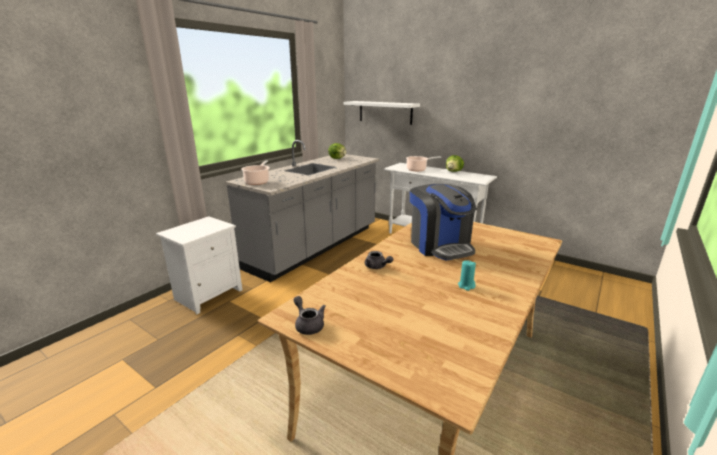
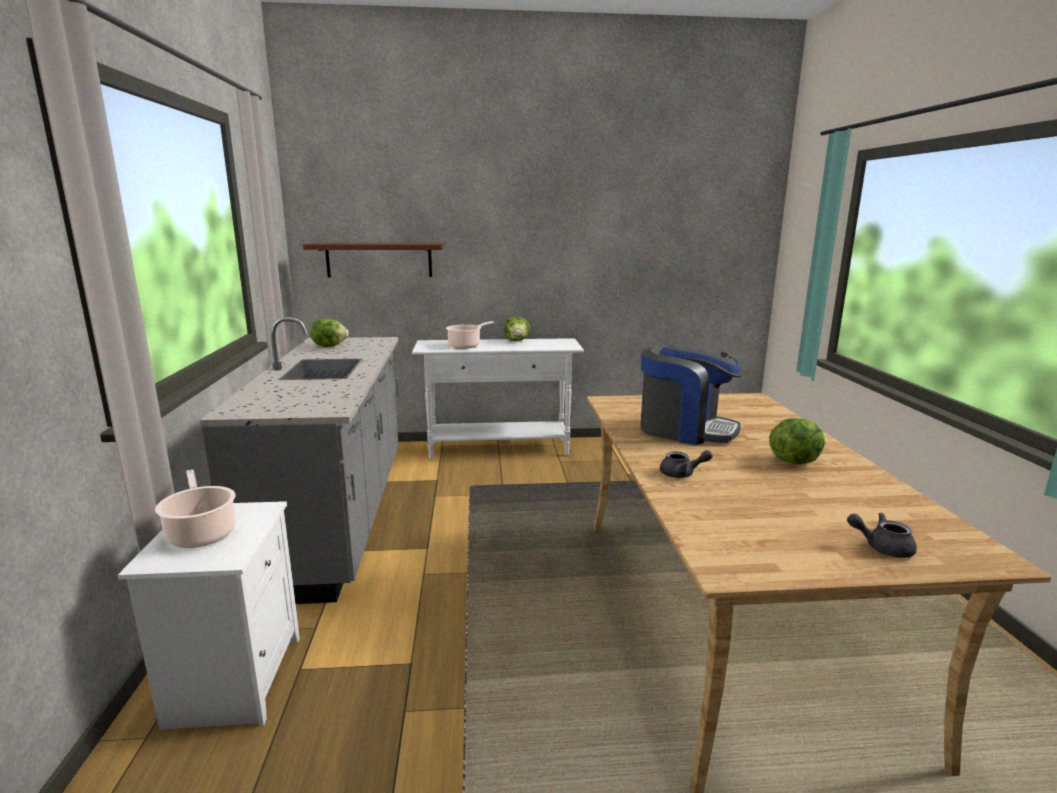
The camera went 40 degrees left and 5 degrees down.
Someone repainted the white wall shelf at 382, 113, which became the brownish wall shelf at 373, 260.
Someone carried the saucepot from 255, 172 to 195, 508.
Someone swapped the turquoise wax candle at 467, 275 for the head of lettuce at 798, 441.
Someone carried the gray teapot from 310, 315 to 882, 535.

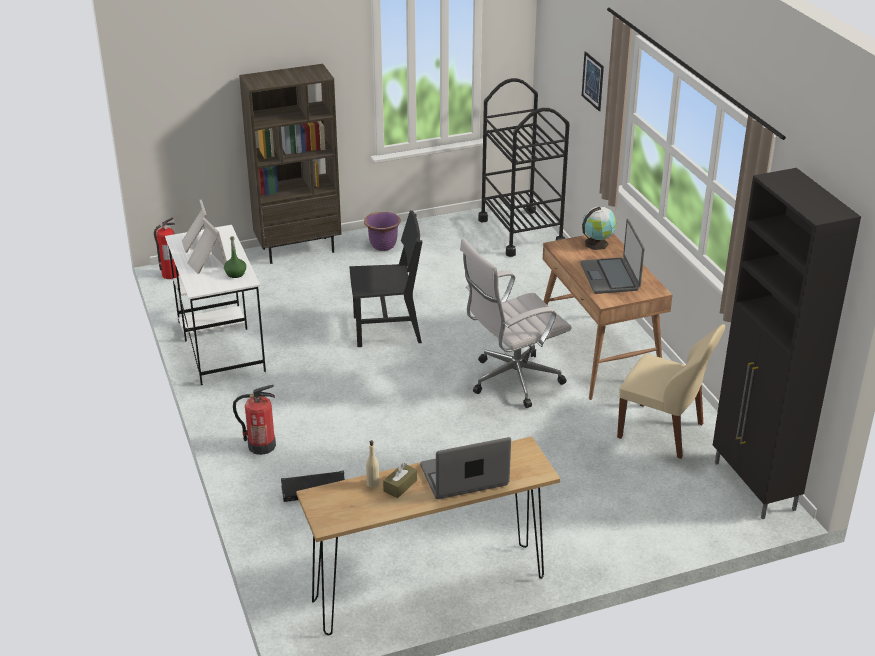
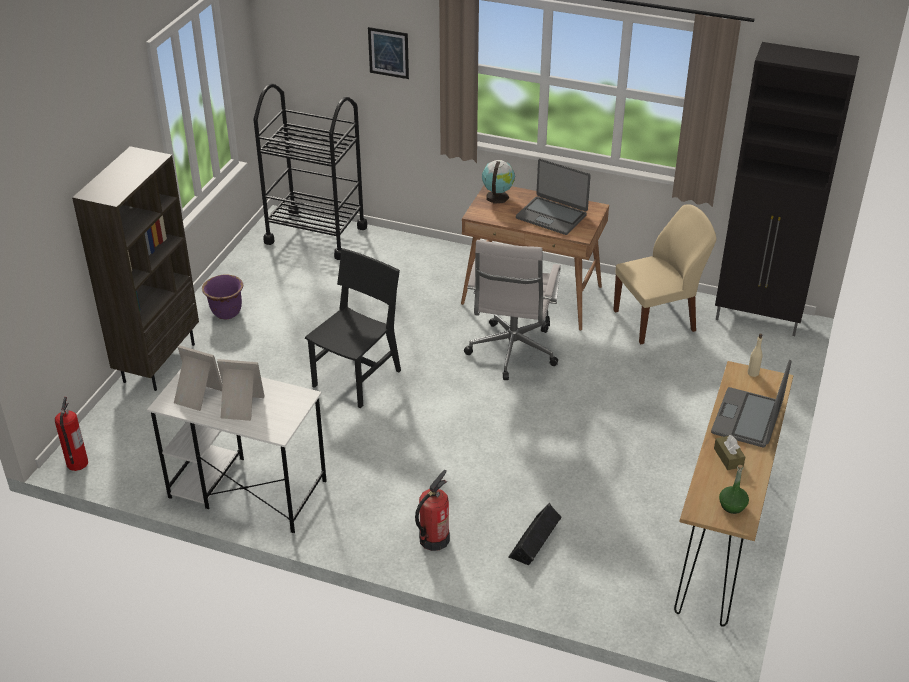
The camera went 50 degrees left and 5 degrees up.
Someone carried the green drink bottle from 235, 257 to 734, 489.
Someone carried the beige drink bottle from 372, 464 to 755, 355.

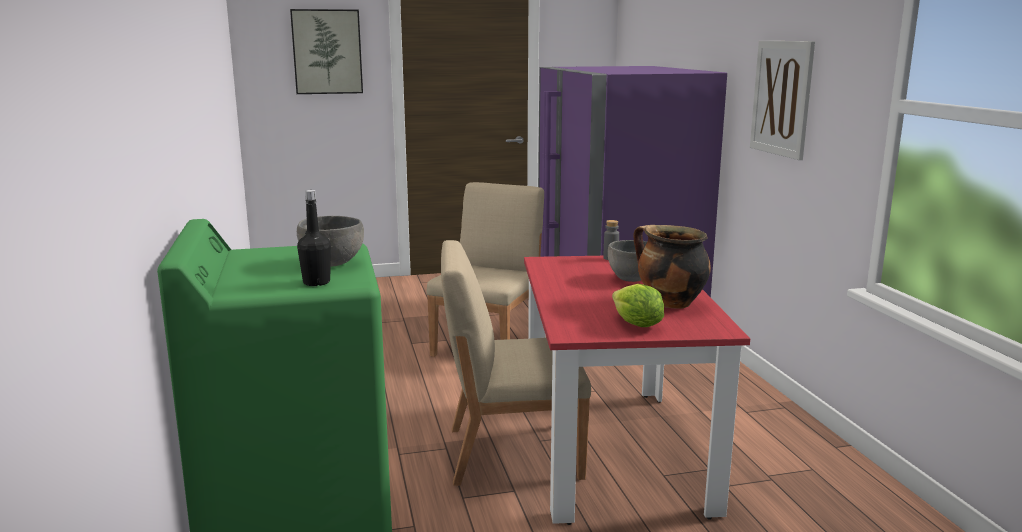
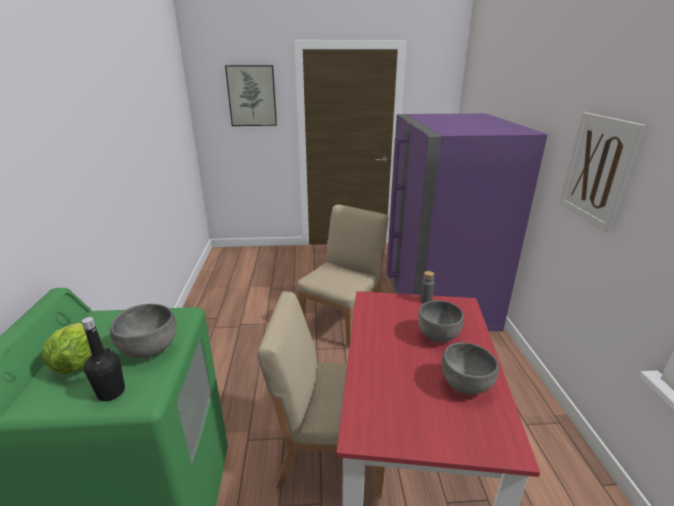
The camera went 10 degrees right and 10 degrees up.
Someone swapped the saucepot at 672, 267 for the gray deep dish at 470, 368.
Someone carried the head of lettuce from 638, 305 to 67, 348.

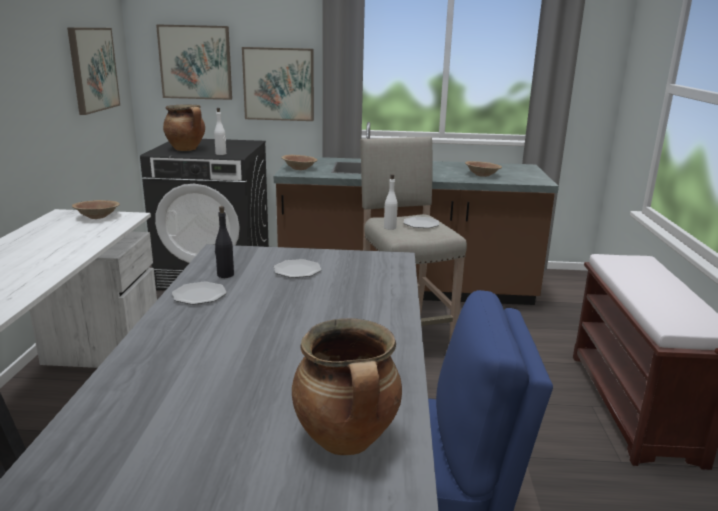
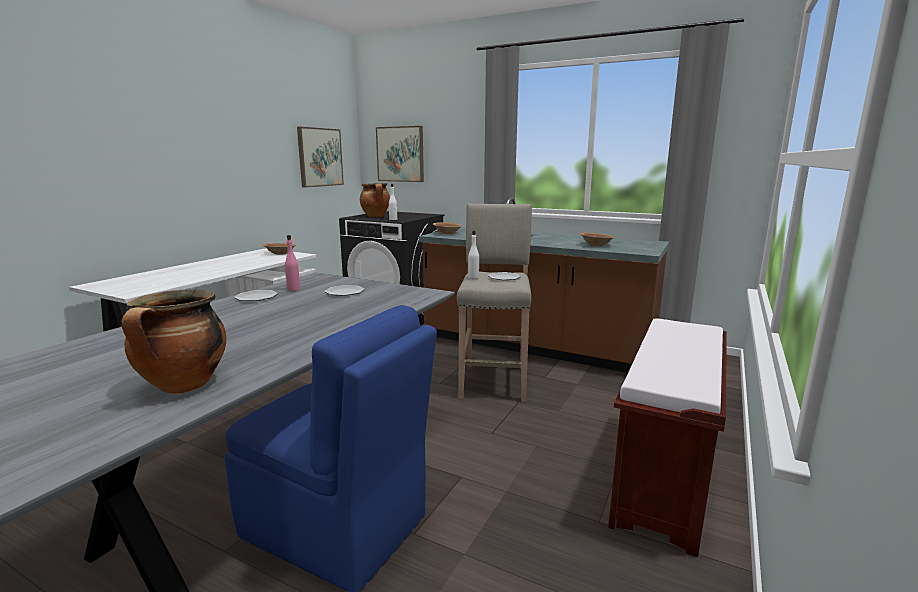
The camera went 25 degrees right and 5 degrees down.
Someone took away the wall picture at 278, 84.
Someone repainted the blackish drink bottle at 224, 242, which became the pink-coloured drink bottle at 292, 263.

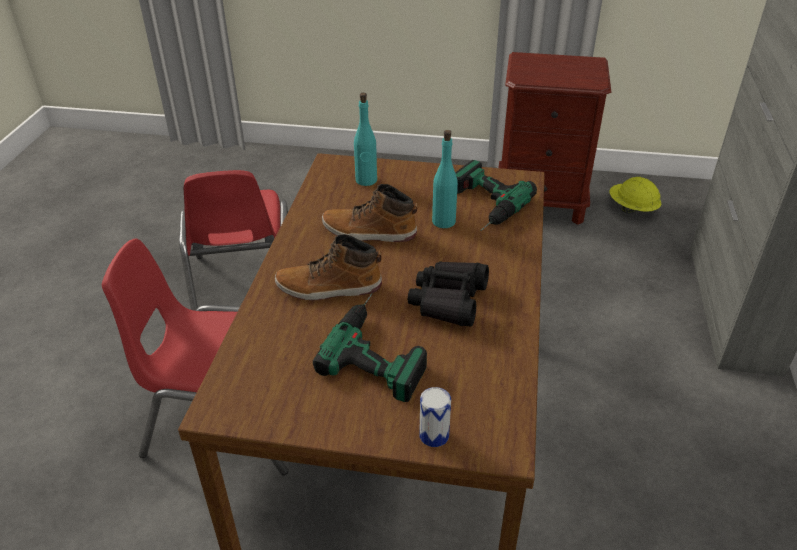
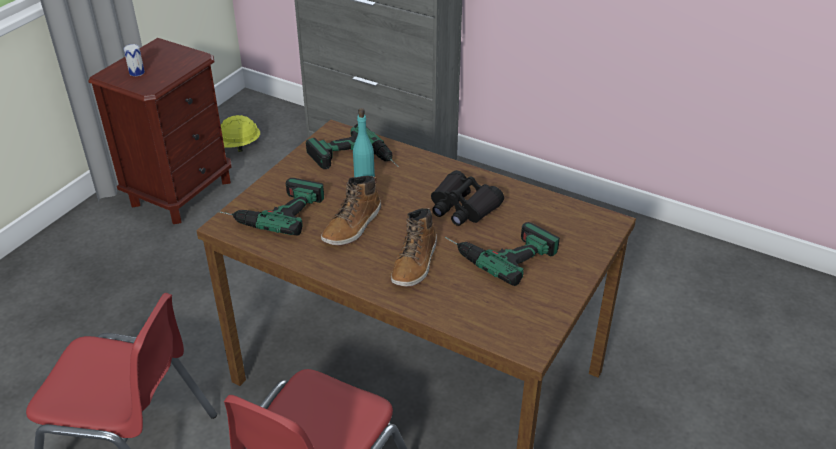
The camera went 70 degrees left and 0 degrees up.
Someone swapped the turquoise drink bottle at 365, 139 for the drill at 271, 207.
Someone carried the metal can from 435, 417 to 134, 60.

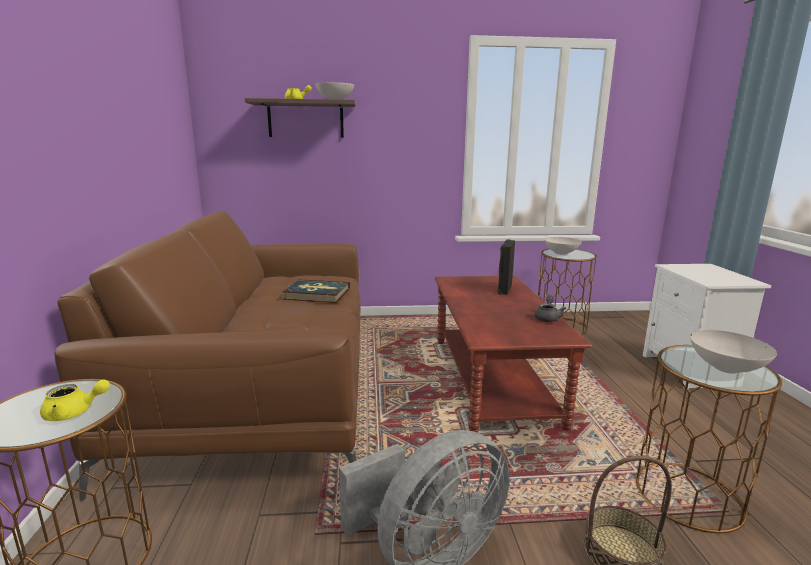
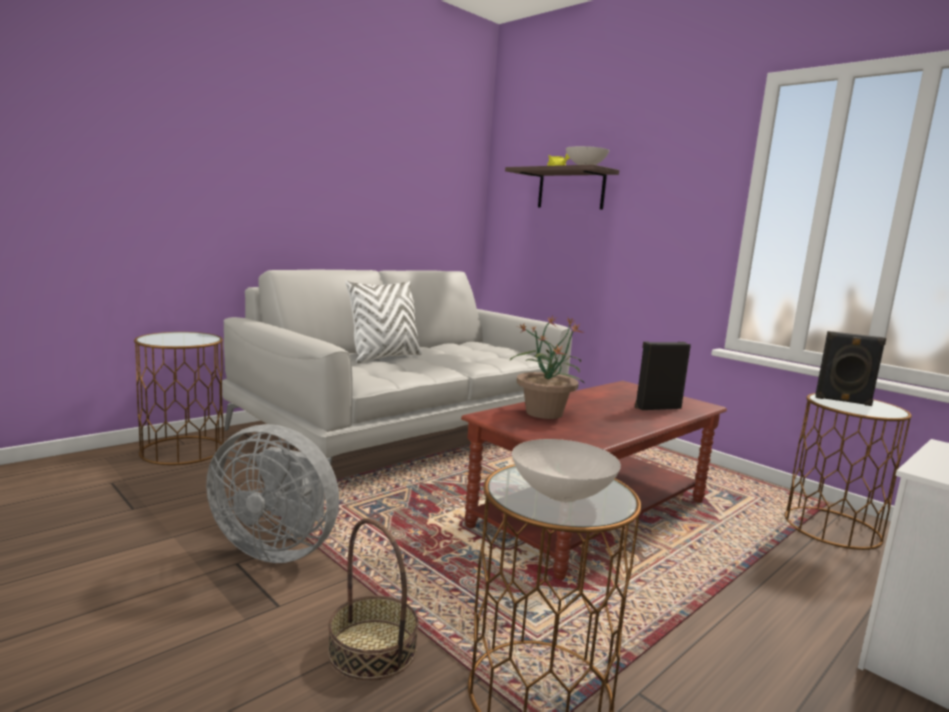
The camera went 50 degrees right and 5 degrees down.
Someone repainted the brownish settee at 207, 356, which became the gray settee at 397, 384.
Someone swapped the white deep dish at 563, 246 for the blackish loudspeaker at 850, 368.
Someone took away the book at 316, 291.
Someone took away the gray teapot at 550, 308.
Someone took away the yellow-coloured teapot at 75, 400.
Someone put down the white pillow at 383, 322.
Someone put down the houseplant at 547, 367.

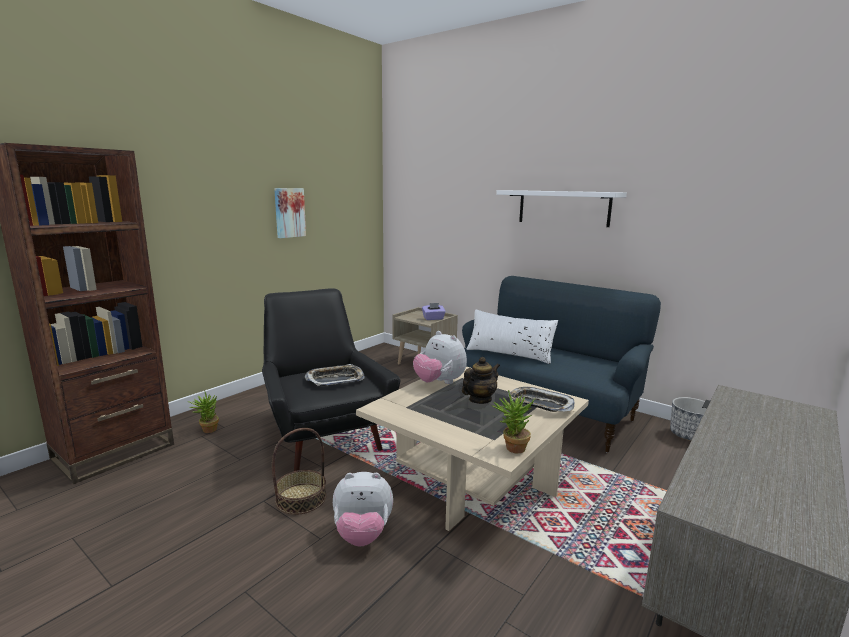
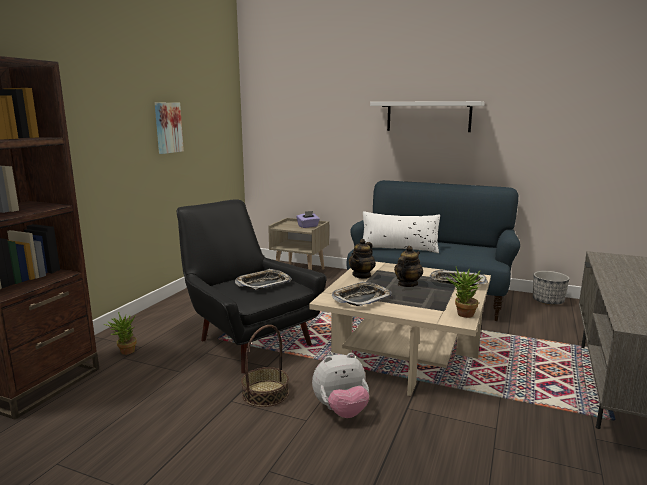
The camera went 15 degrees left and 0 degrees up.
Someone swapped the cuddly toy at 440, 357 for the teapot at 362, 259.
Someone put down the tray at 362, 293.

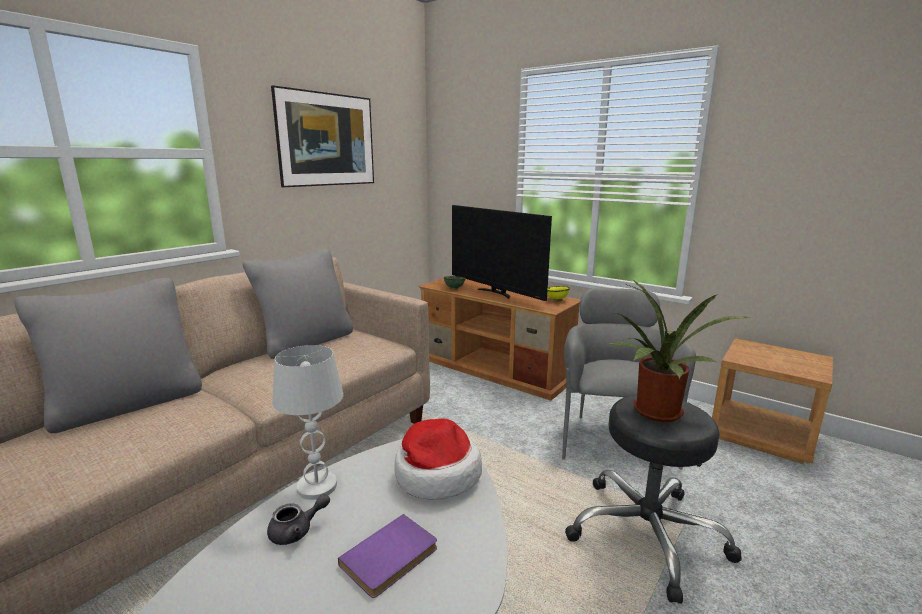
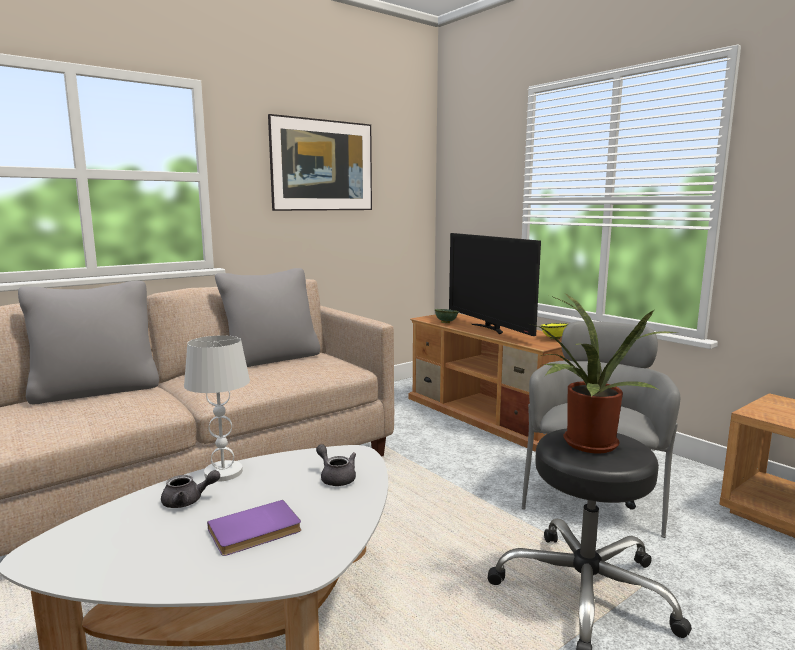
The camera went 15 degrees right and 5 degrees down.
Someone swapped the wearable hat at 438, 459 for the gray teapot at 336, 465.

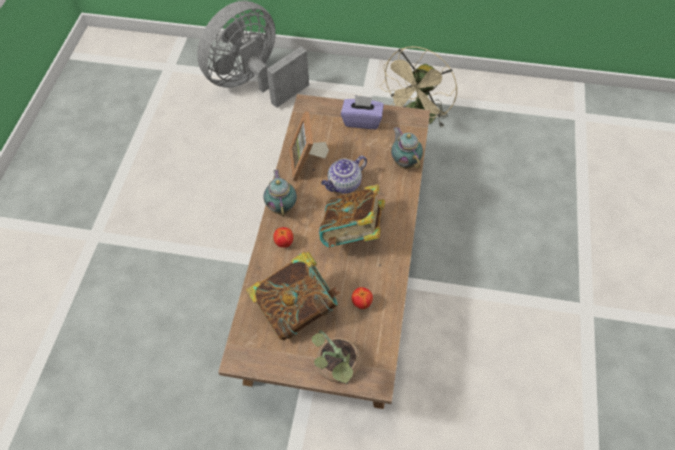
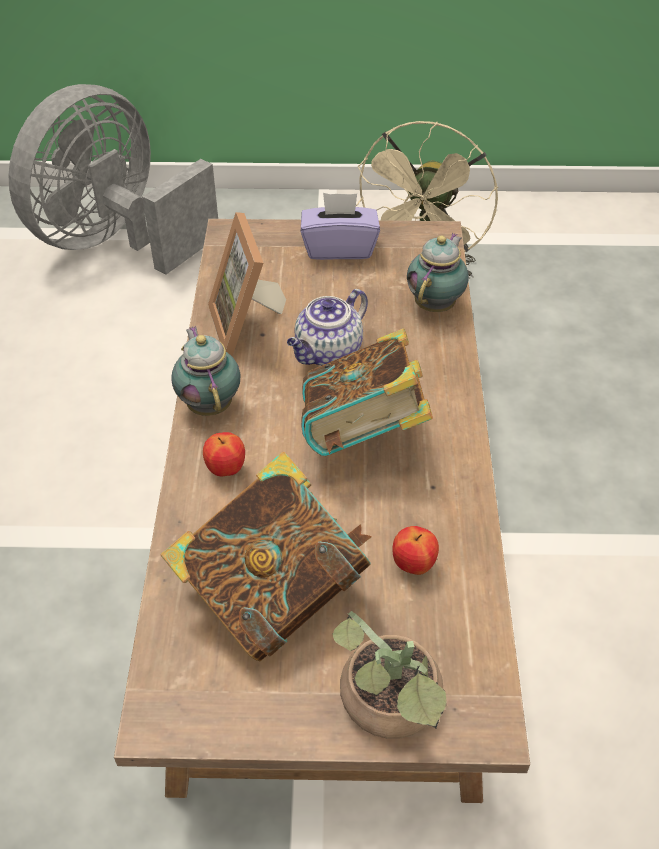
The camera went 10 degrees left and 10 degrees down.
Someone rotated the teapot at 407, 148 by 60 degrees clockwise.

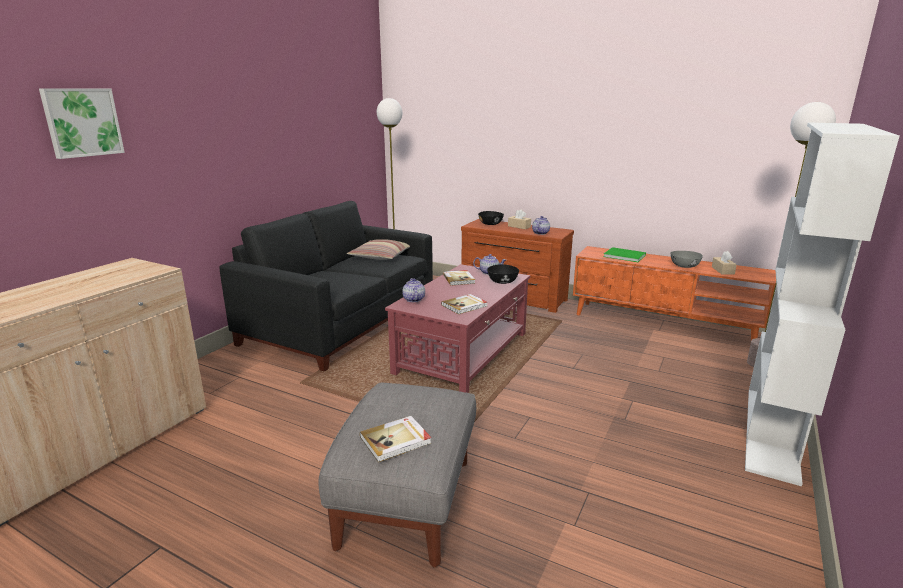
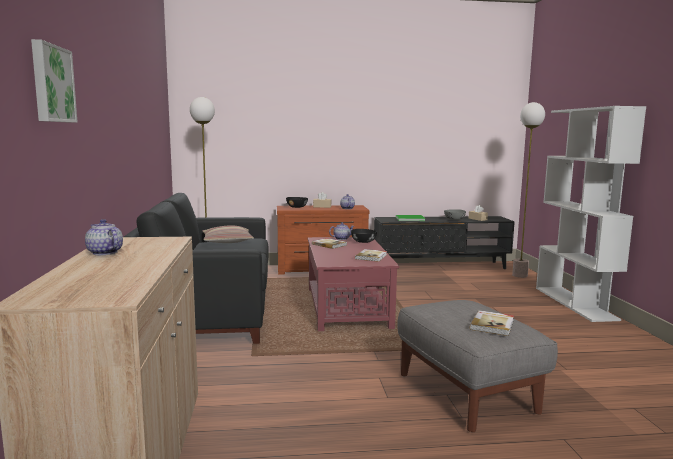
The camera went 35 degrees left and 10 degrees down.
Someone repainted the orange-coloured tv stand at 674, 293, which became the blackish tv stand at 444, 242.
Someone carried the teapot from 413, 290 to 104, 237.

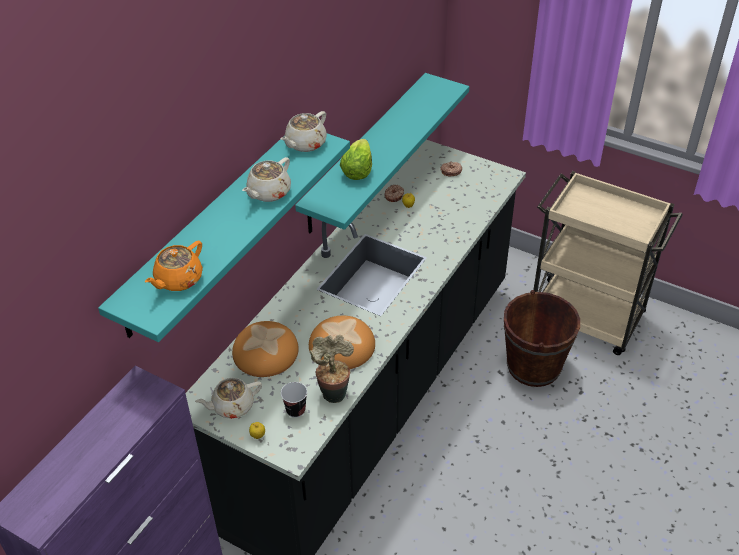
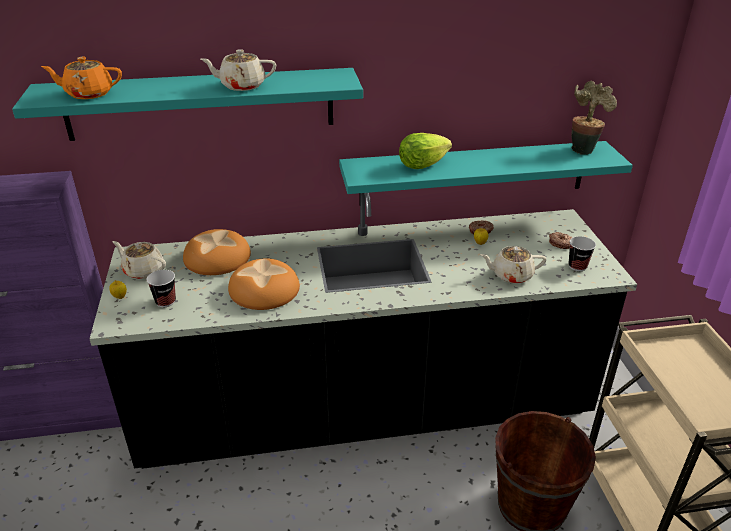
The camera went 50 degrees right and 10 degrees down.
Someone carried the beige teapot from 304, 131 to 513, 265.
Someone carried the houseplant from 332, 369 to 594, 118.
Someone put down the small cup at 582, 253.

